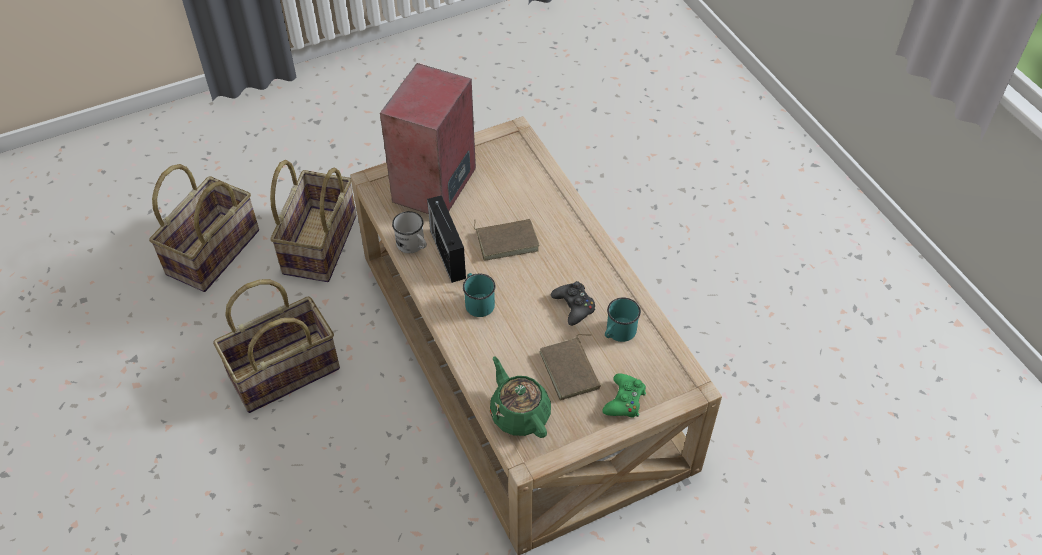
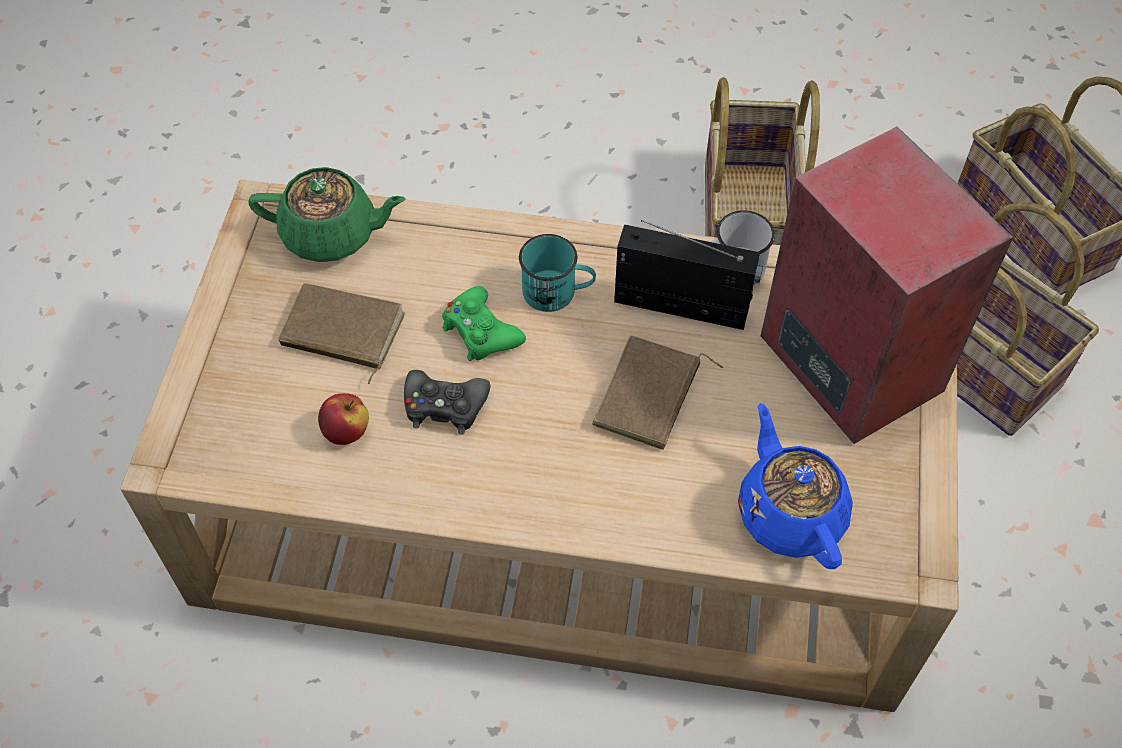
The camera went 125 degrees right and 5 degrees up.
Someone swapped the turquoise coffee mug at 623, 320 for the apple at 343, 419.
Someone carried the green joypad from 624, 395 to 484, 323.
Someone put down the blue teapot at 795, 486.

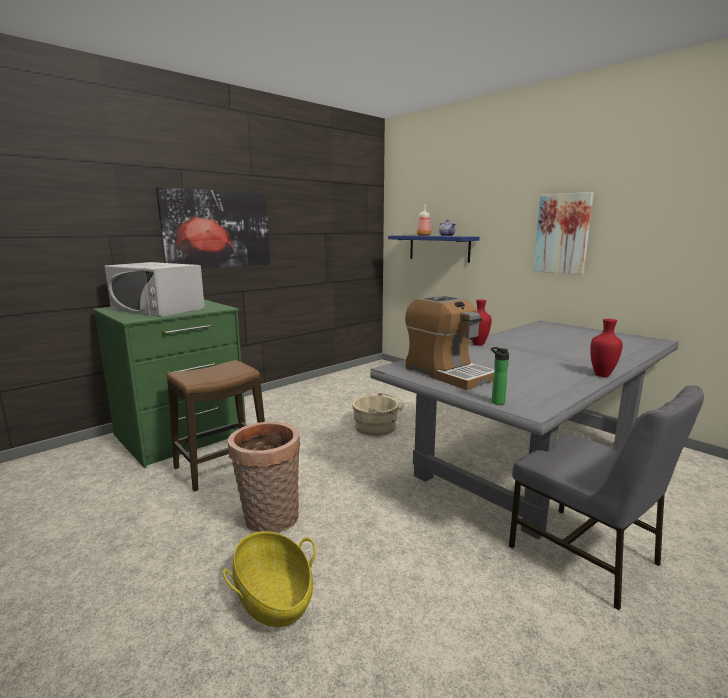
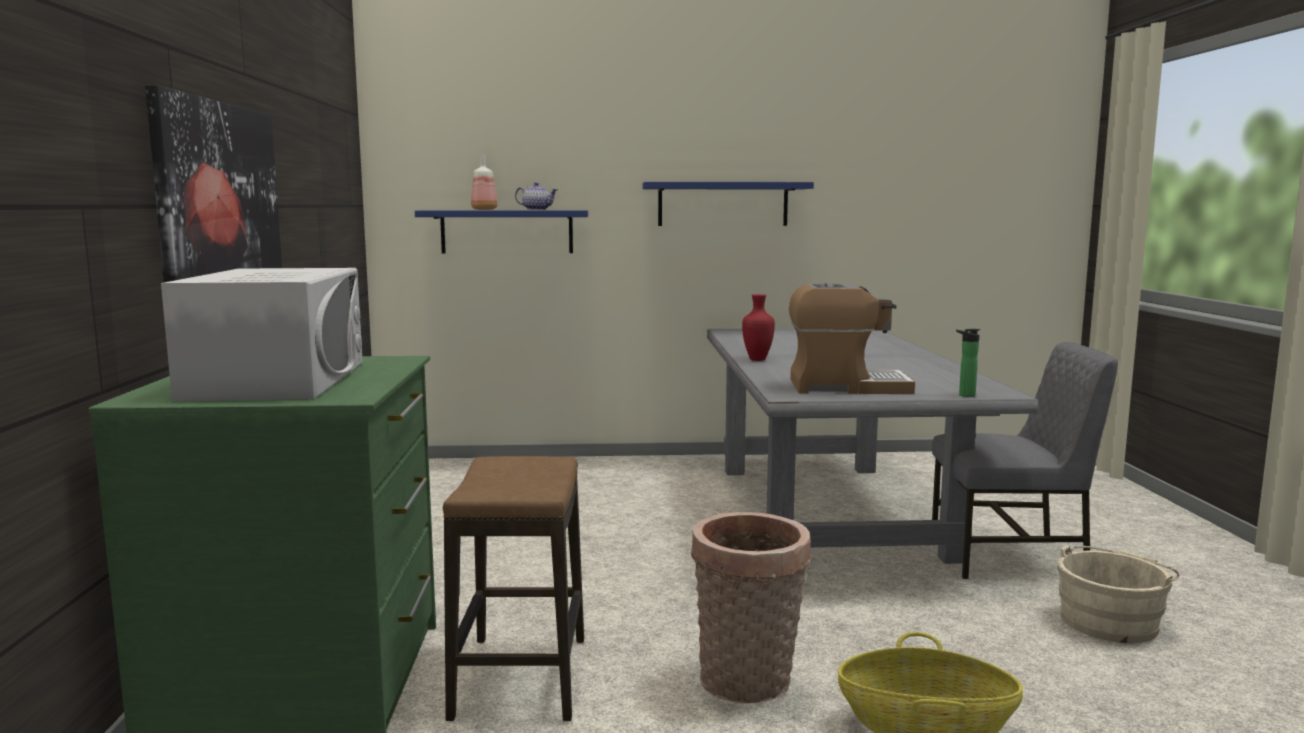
The camera went 50 degrees left and 5 degrees down.
Someone swapped the wall picture at 563, 233 for the blue wall shelf at 728, 204.
Someone rotated the white microwave oven at 155, 289 by 75 degrees counterclockwise.
Someone took away the red vase at 606, 348.
Someone carried the beige water bucket from 378, 414 to 1118, 594.

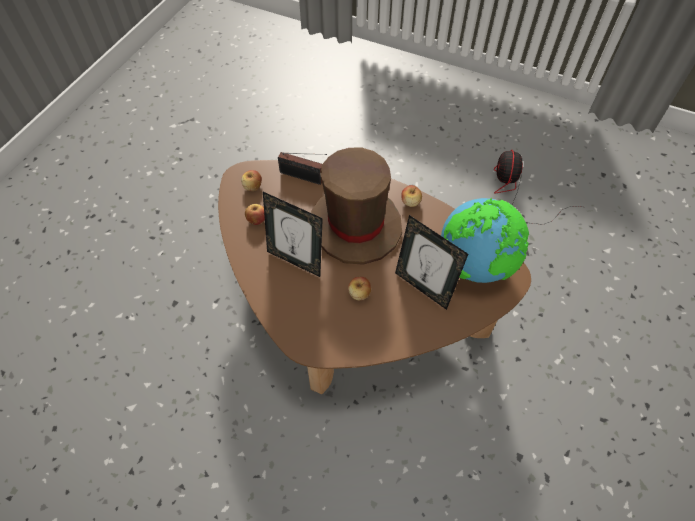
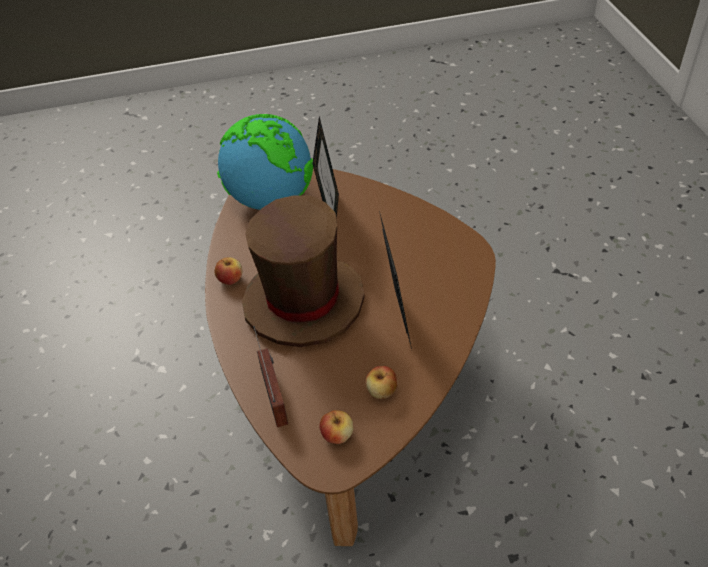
The camera went 125 degrees left and 10 degrees down.
Someone took away the electric fan at 537, 187.
Someone took away the apple at 359, 288.

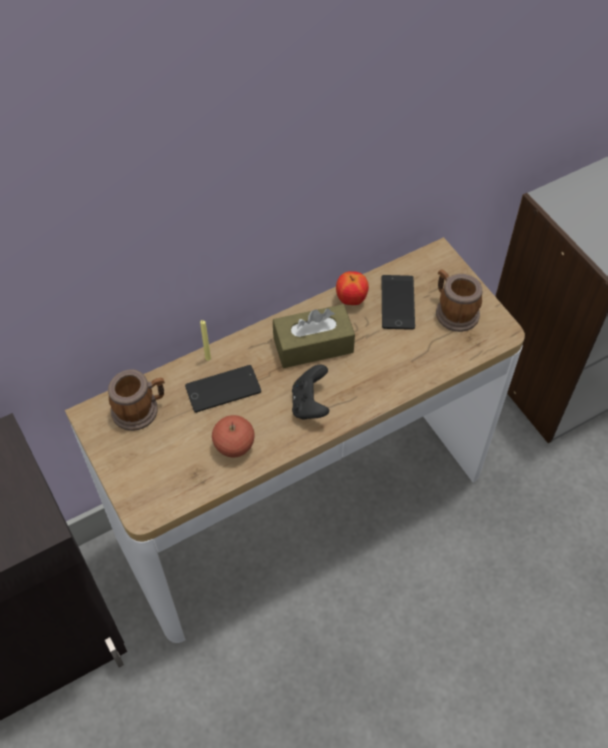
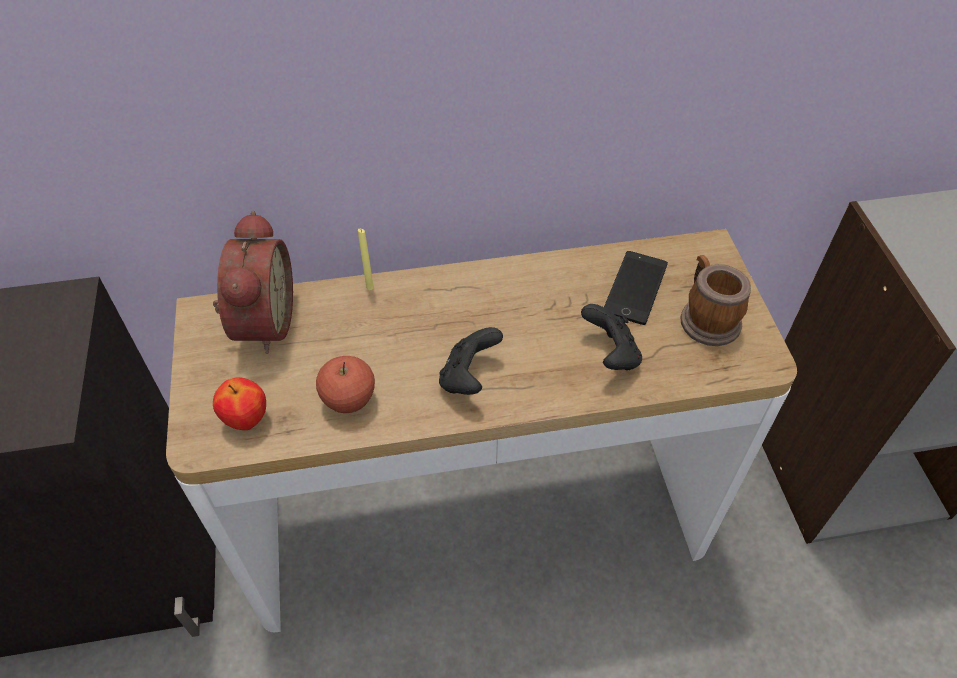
The camera went 20 degrees right and 5 degrees down.
Someone carried the apple from 352, 288 to 239, 403.
Someone took away the brownish tissue holder at 314, 336.
Someone took away the phone at 223, 389.
Someone swapped the coffee mug at 136, 400 for the bedside clock at 253, 282.
Someone put down the blackish joypad at 611, 337.

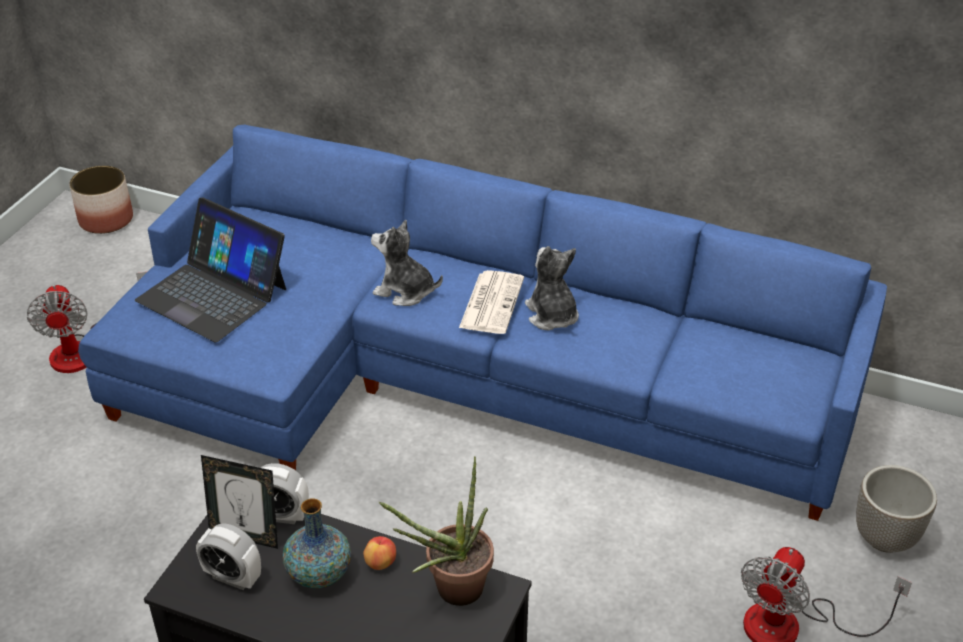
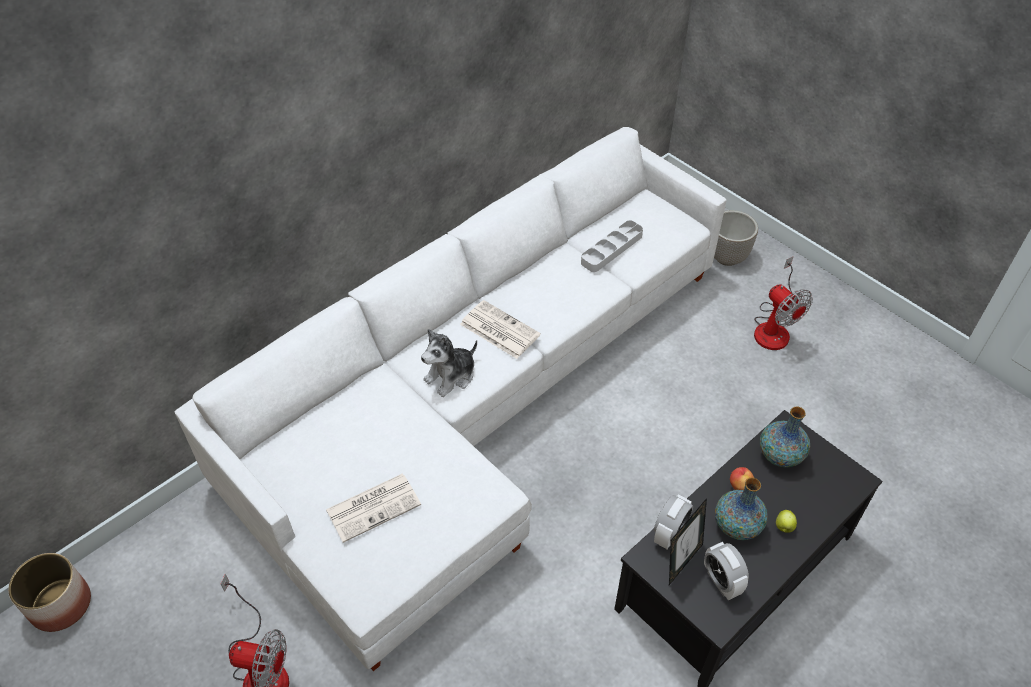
The camera went 65 degrees left and 10 degrees up.
Someone repainted the blue settee at 482, 323, which became the white settee at 451, 399.
Someone swapped the laptop at 210, 270 for the printed paper at 373, 508.
Someone took away the cuddly toy at 552, 288.
Someone swapped the houseplant at 436, 531 for the vase at 785, 437.
Someone rotated the bedside clock at 228, 556 by 105 degrees clockwise.
Someone put down the gray tray at 612, 246.
Someone put down the apple at 786, 521.

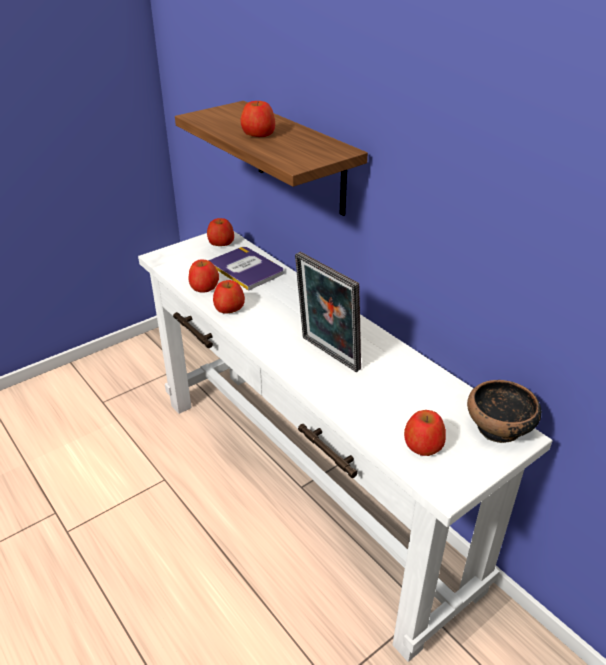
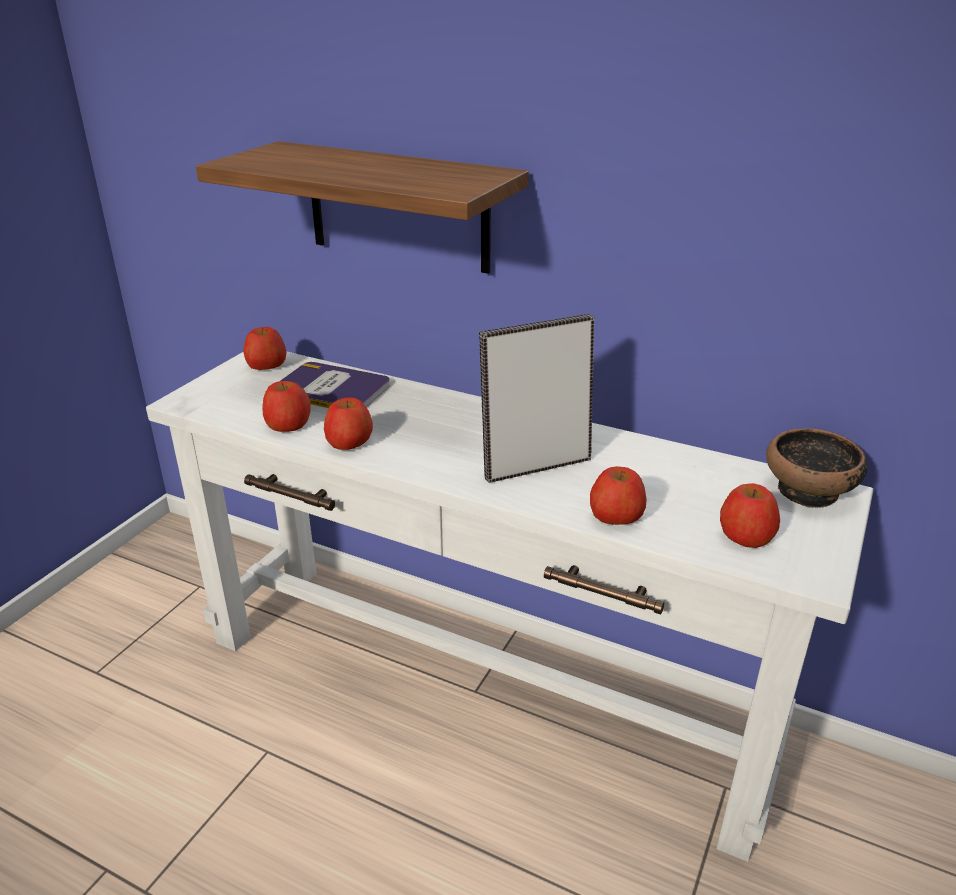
The camera went 25 degrees left and 5 degrees down.
Someone carried the apple from 257, 119 to 618, 495.
Someone rotated the photo frame at 328, 312 by 135 degrees clockwise.

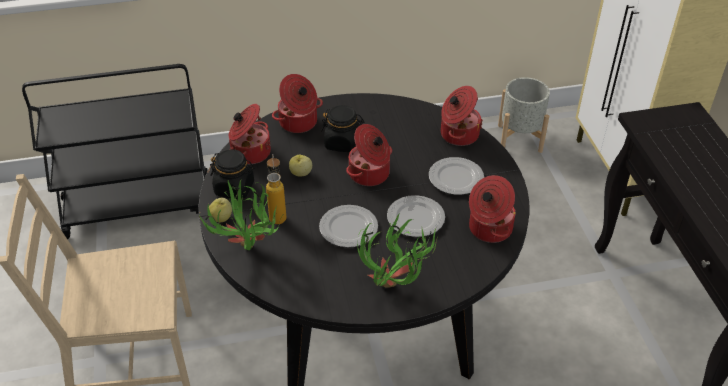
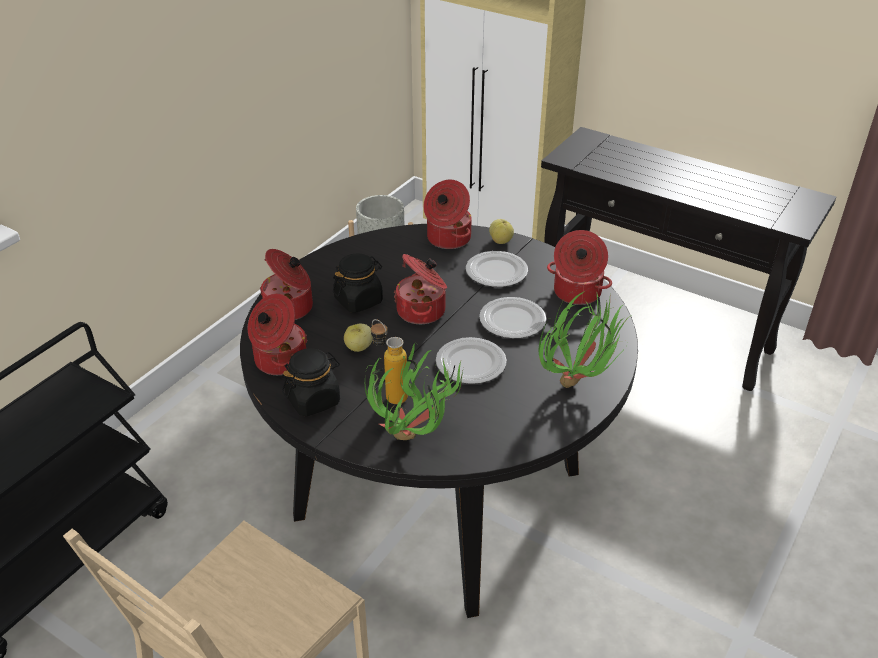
The camera went 45 degrees left and 5 degrees down.
Someone carried the apple from 220, 210 to 501, 231.

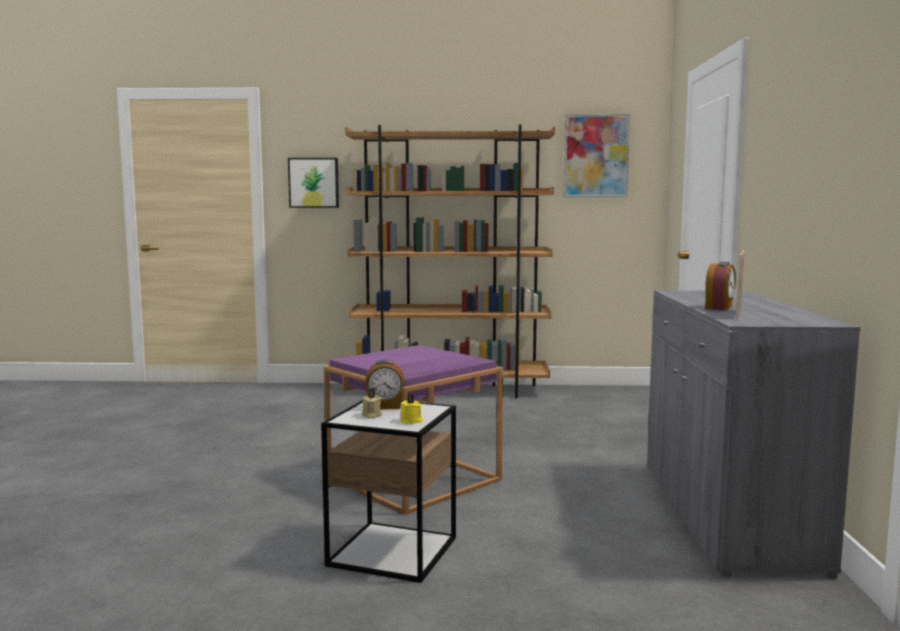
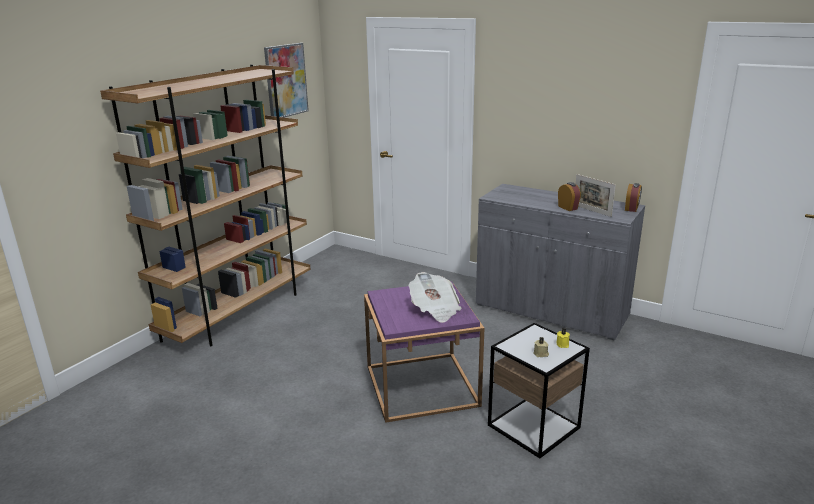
The camera went 60 degrees left and 15 degrees up.
Someone took away the wall picture at 313, 183.
Someone carried the bedside clock from 385, 384 to 633, 197.
Someone put down the printed paper at 435, 297.

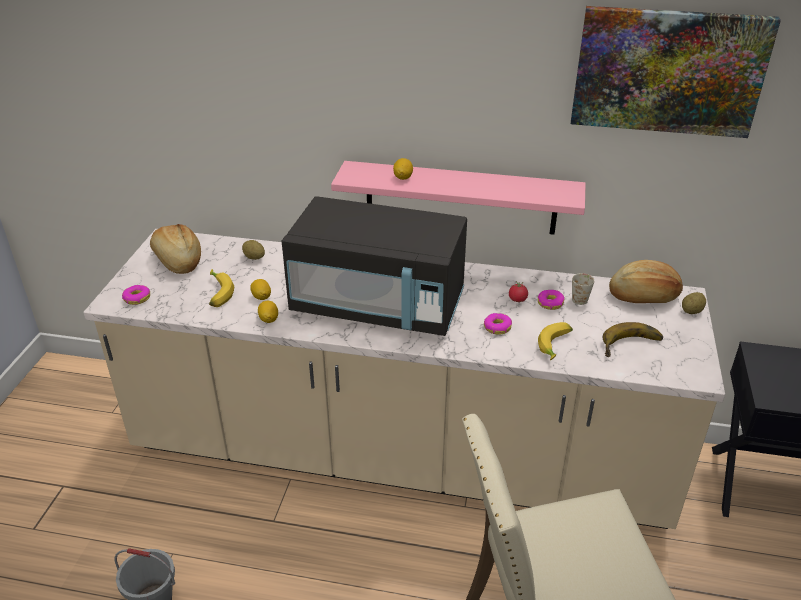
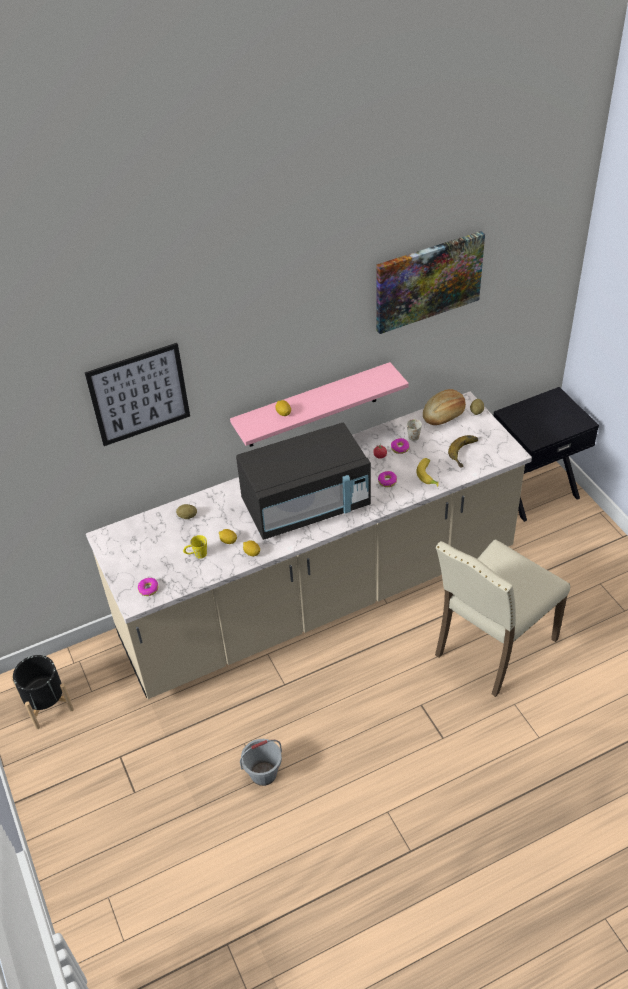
The camera went 35 degrees left and 10 degrees up.
Someone took away the baked bread at 175, 249.
Someone swapped the banana at 221, 288 for the yellow-coloured coffee mug at 195, 547.
Someone put up the wall picture at 137, 394.
Someone put down the blackish plant pot at 42, 692.

